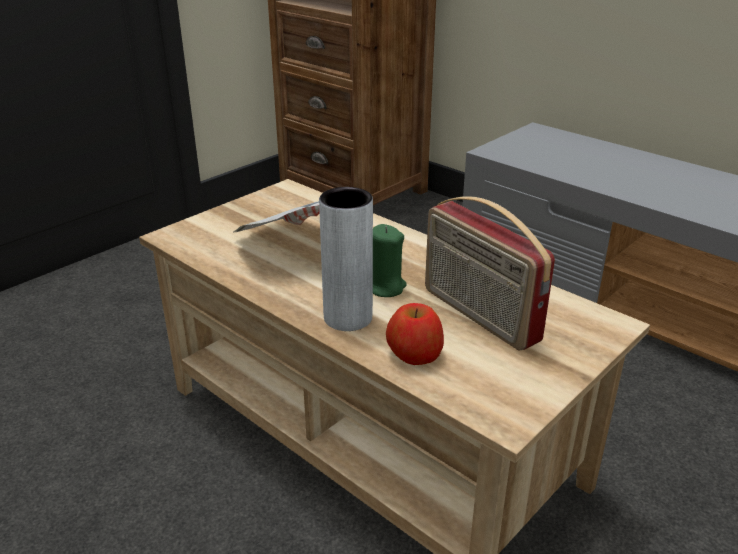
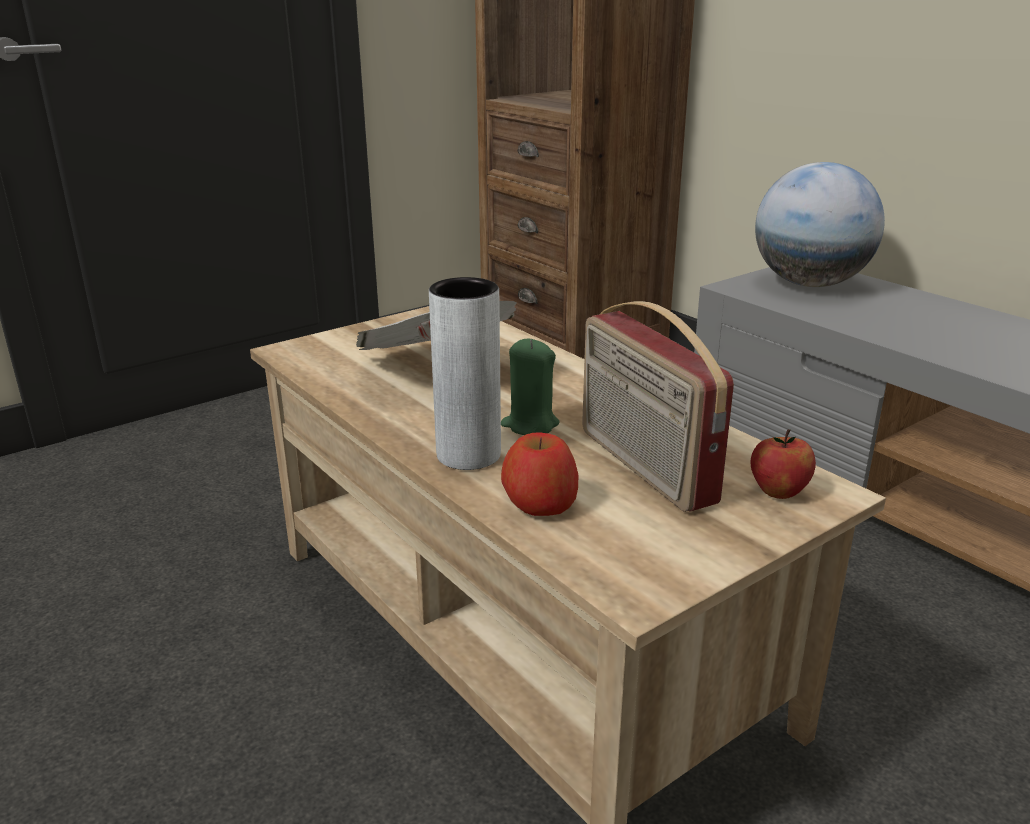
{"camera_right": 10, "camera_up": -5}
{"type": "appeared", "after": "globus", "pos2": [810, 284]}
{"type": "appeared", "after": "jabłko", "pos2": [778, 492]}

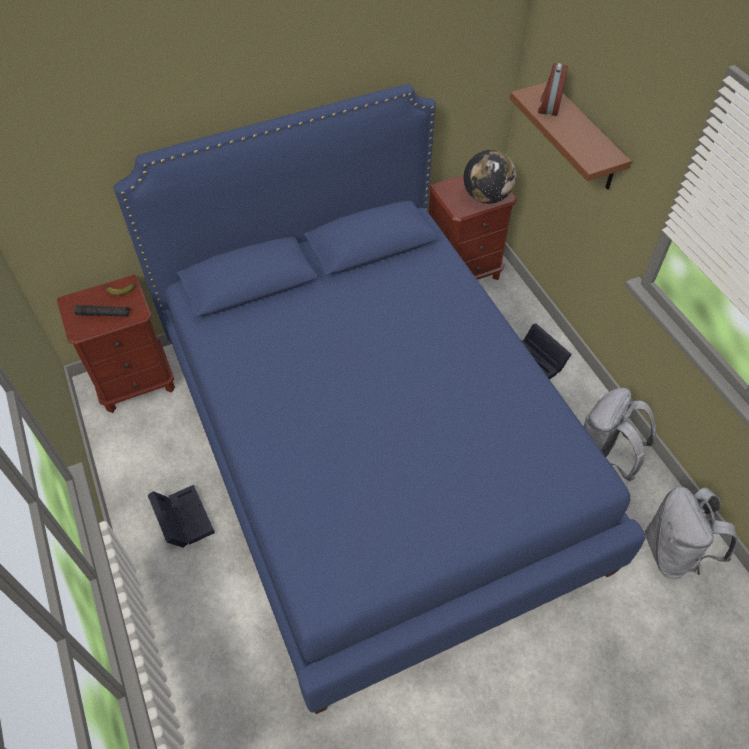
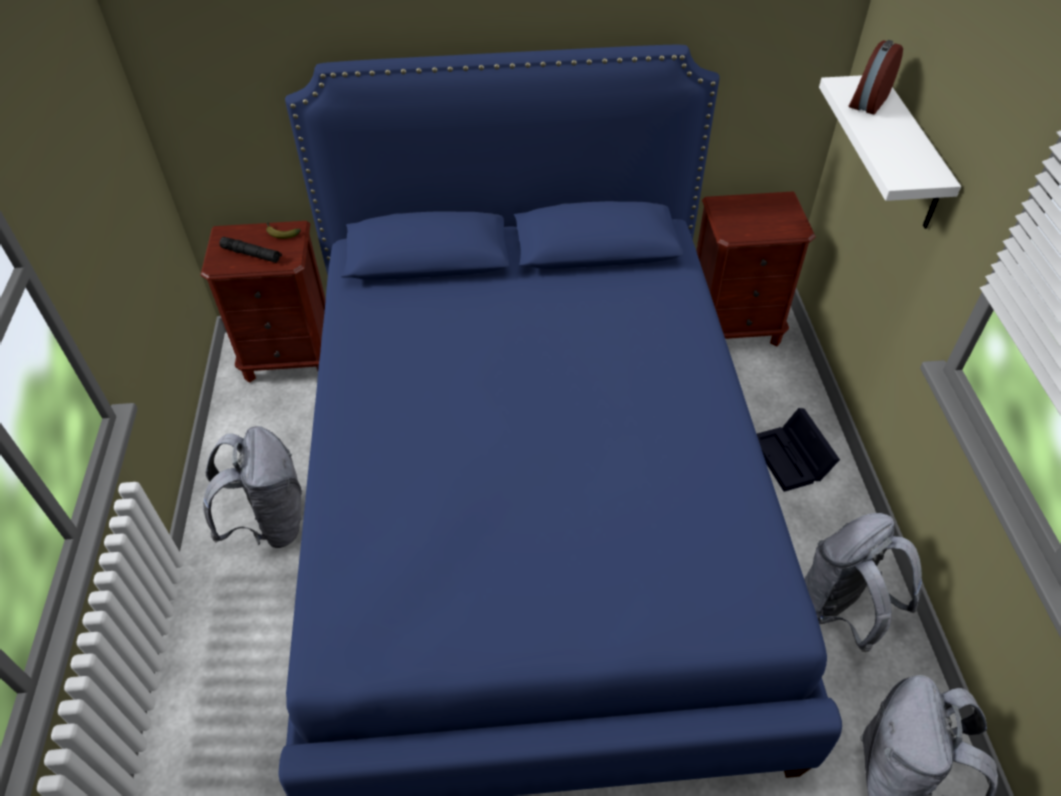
{"camera_right": 20, "camera_up": -5}
{"type": "colour", "before": "półka/brązowy", "after": "półka/biały", "pos1": [584, 138], "pos2": [909, 155]}
{"type": "missing", "before": "globus", "pos1": [486, 197]}
{"type": "exchanged", "before": "pojemnik do przechowywania/czarny", "after": "plecak/szary", "pos1": [182, 518], "pos2": [270, 523]}

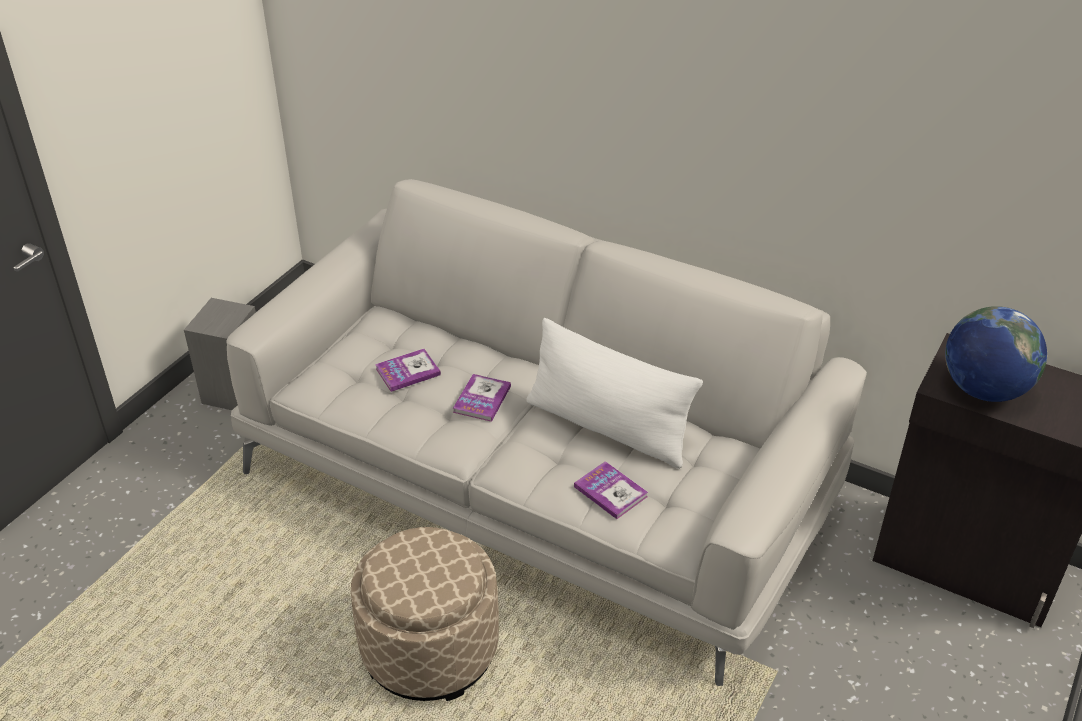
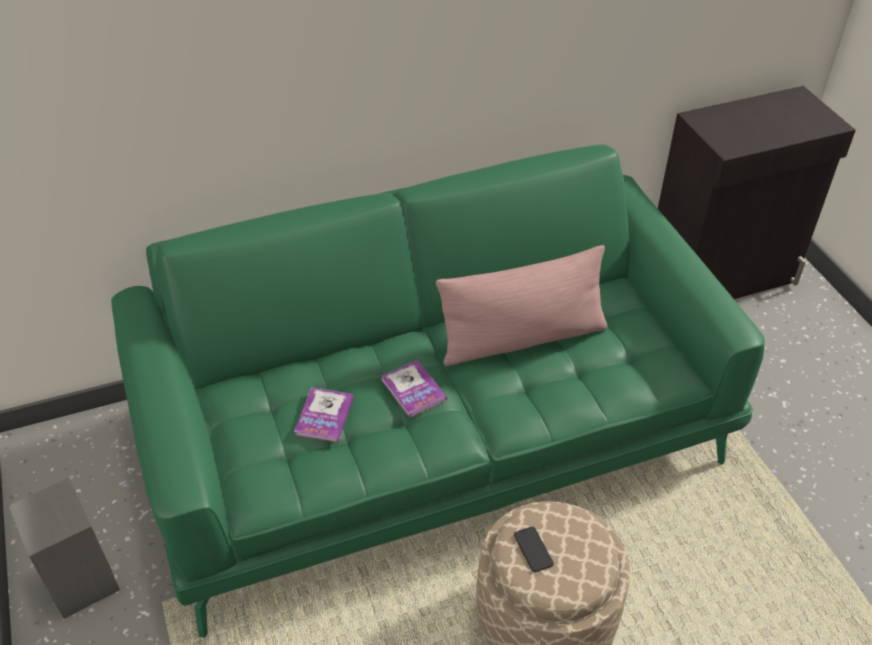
{"camera_right": -50, "camera_up": 5}
{"type": "colour", "before": "kanapa/biały", "after": "kanapa/zielony", "pos1": [540, 480], "pos2": [436, 432]}
{"type": "missing", "before": "globus", "pos1": [983, 389]}
{"type": "colour", "before": "poduszka/biały", "after": "poduszka/różowy", "pos1": [607, 427], "pos2": [522, 339]}
{"type": "missing", "before": "książka", "pos1": [610, 491]}
{"type": "appeared", "after": "telefon", "pos2": [533, 549]}

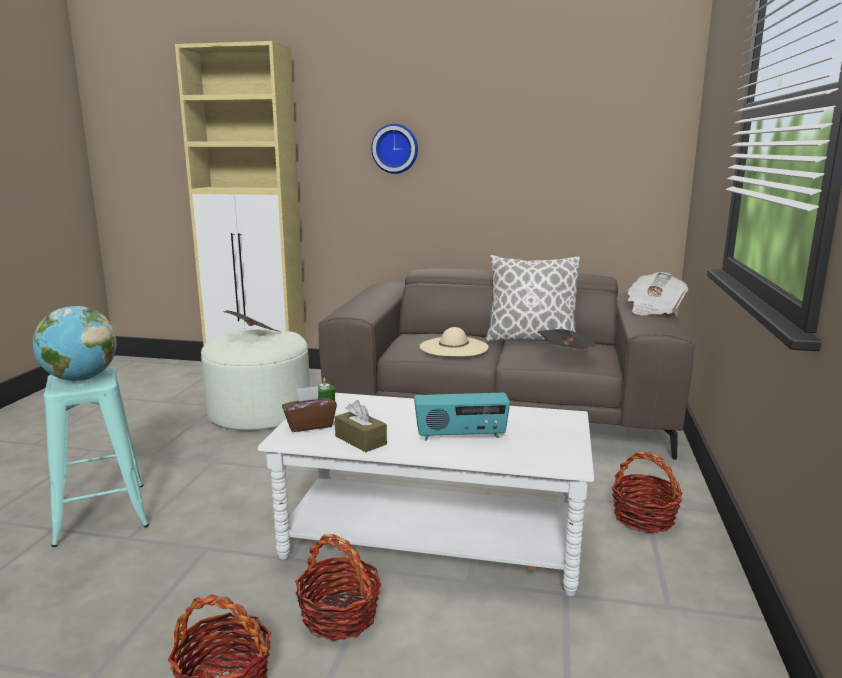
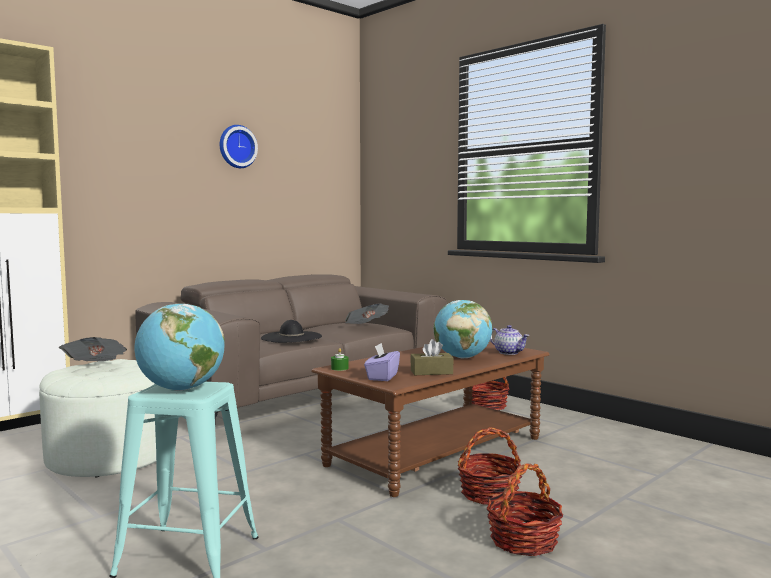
{"camera_right": -55, "camera_up": -10}
{"type": "relocated", "before": "zegar ścienny", "pos1": [395, 148], "pos2": [236, 147]}
{"type": "missing", "before": "poduszka", "pos1": [530, 340]}
{"type": "missing", "before": "gazeta", "pos1": [653, 310]}
{"type": "colour", "before": "kapelusz/beżowy", "after": "kapelusz/czarny", "pos1": [454, 347], "pos2": [291, 337]}
{"type": "colour", "before": "pudełko chusteczek/brązowy", "after": "pudełko chusteczek/fioletowy", "pos1": [309, 425], "pos2": [382, 377]}
{"type": "colour", "before": "ława/biały", "after": "ława/brązowy", "pos1": [433, 539], "pos2": [437, 451]}
{"type": "exchanged", "before": "radio", "after": "globus", "pos1": [461, 436], "pos2": [462, 357]}
{"type": "appeared", "after": "imbryk", "pos2": [509, 352]}

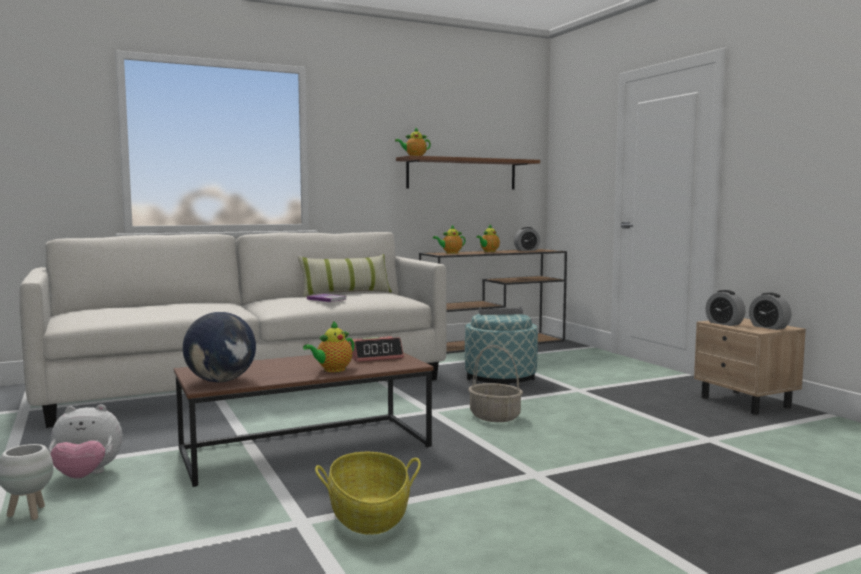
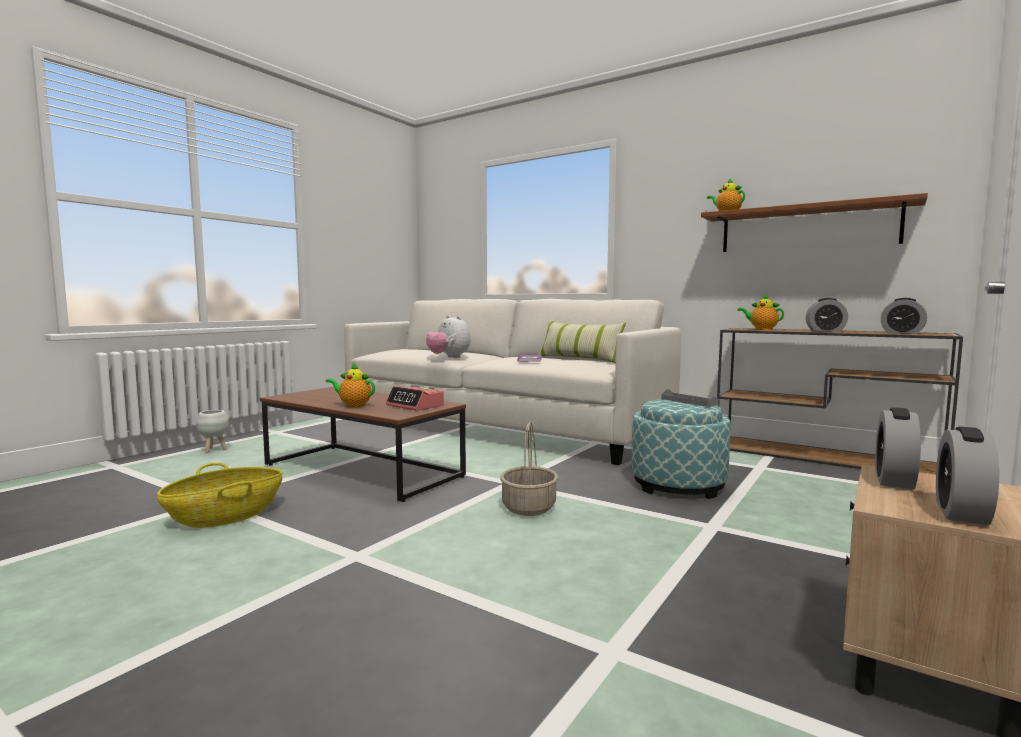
{"camera_right": 60, "camera_up": 0}
{"type": "exchanged", "before": "imbryk", "after": "budzik", "pos1": [488, 251], "pos2": [825, 331]}
{"type": "missing", "before": "globus", "pos1": [221, 381]}
{"type": "relocated", "before": "pluszak", "pos1": [86, 476], "pos2": [449, 357]}

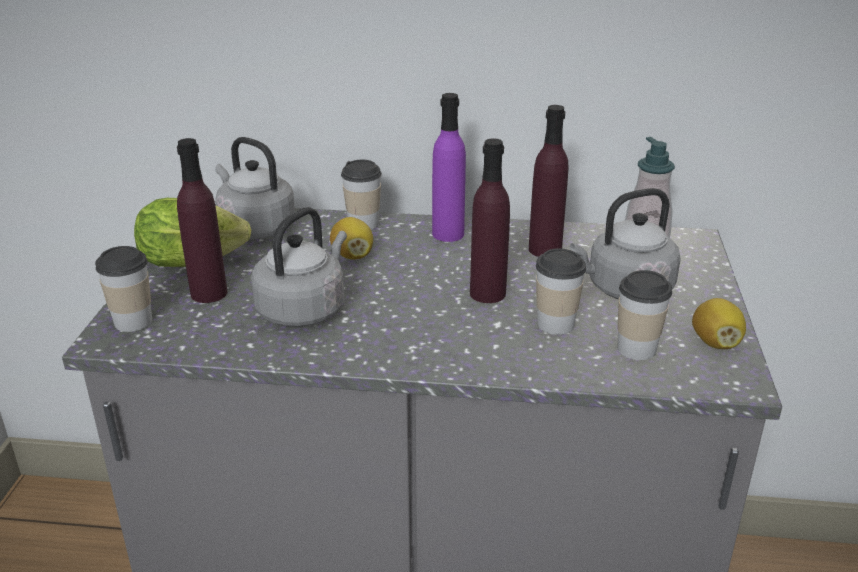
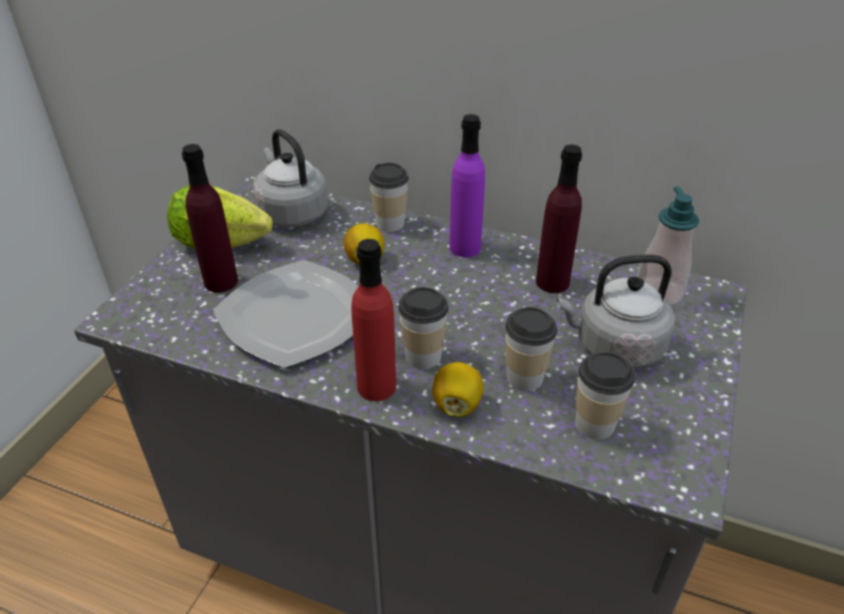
{"camera_right": 15, "camera_up": 10}
{"type": "missing", "before": "butelka/fioletowy", "pos1": [487, 293]}
{"type": "exchanged", "before": "czajnik/szary", "after": "talerz", "pos1": [304, 309], "pos2": [295, 315]}
{"type": "relocated", "before": "filiżanka", "pos1": [133, 321], "pos2": [423, 356]}
{"type": "relocated", "before": "cytryna", "pos1": [715, 343], "pos2": [457, 404]}
{"type": "appeared", "after": "butelka/czerwony", "pos2": [376, 386]}

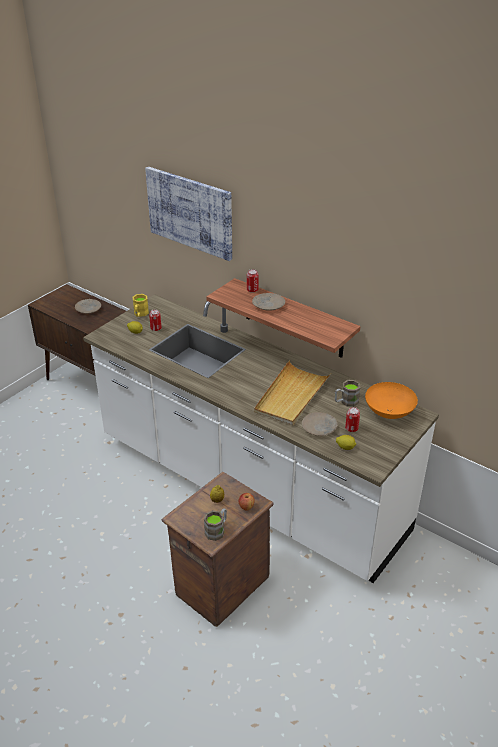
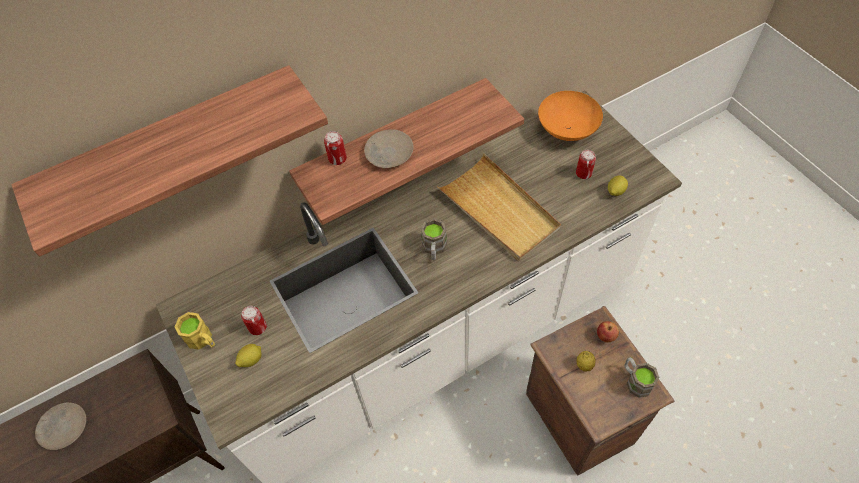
{"camera_right": -65, "camera_up": 20}
{"type": "exchanged", "before": "obraz", "after": "półka", "pos1": [190, 212], "pos2": [172, 148]}
{"type": "relocated", "before": "kubek/brązowy", "pos1": [346, 402], "pos2": [434, 249]}
{"type": "missing", "before": "talerz/beżowy", "pos1": [319, 427]}

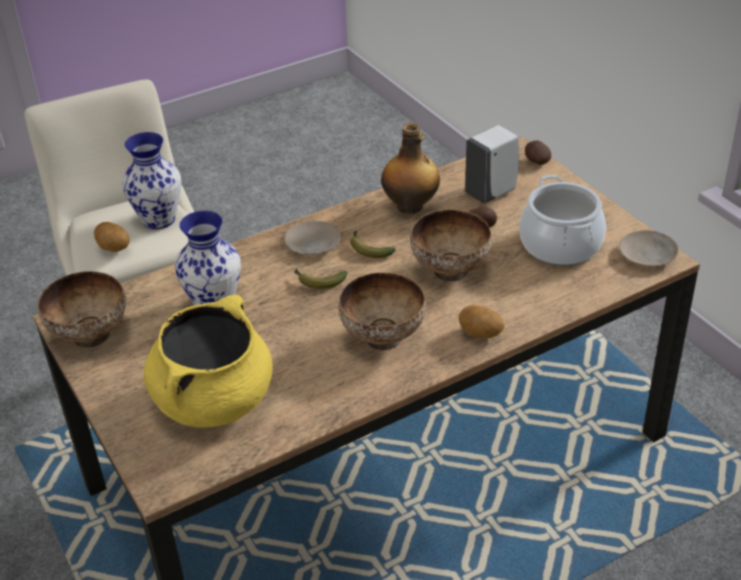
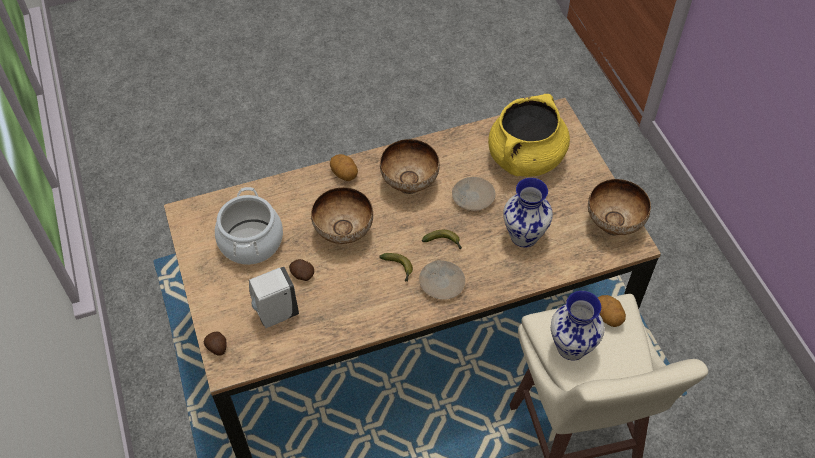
{"camera_right": -170, "camera_up": 15}
{"type": "missing", "before": "butelka", "pos1": [411, 206]}
{"type": "relocated", "before": "talerz/beżowy", "pos1": [648, 255], "pos2": [472, 197]}

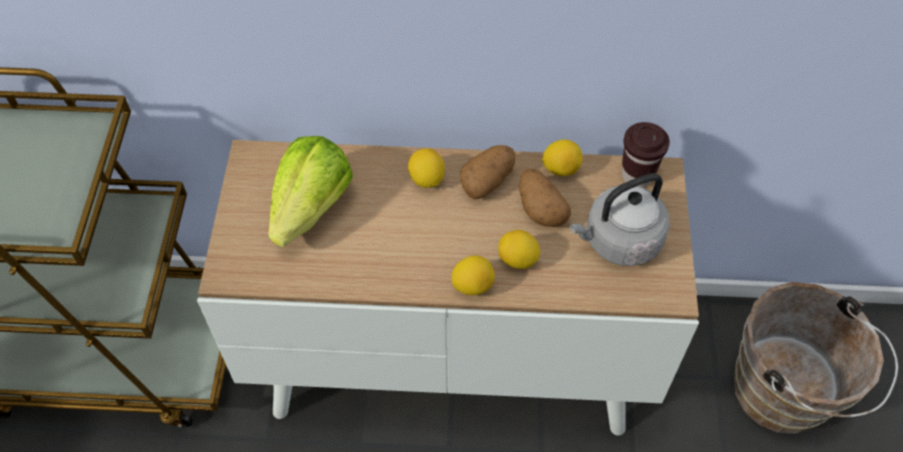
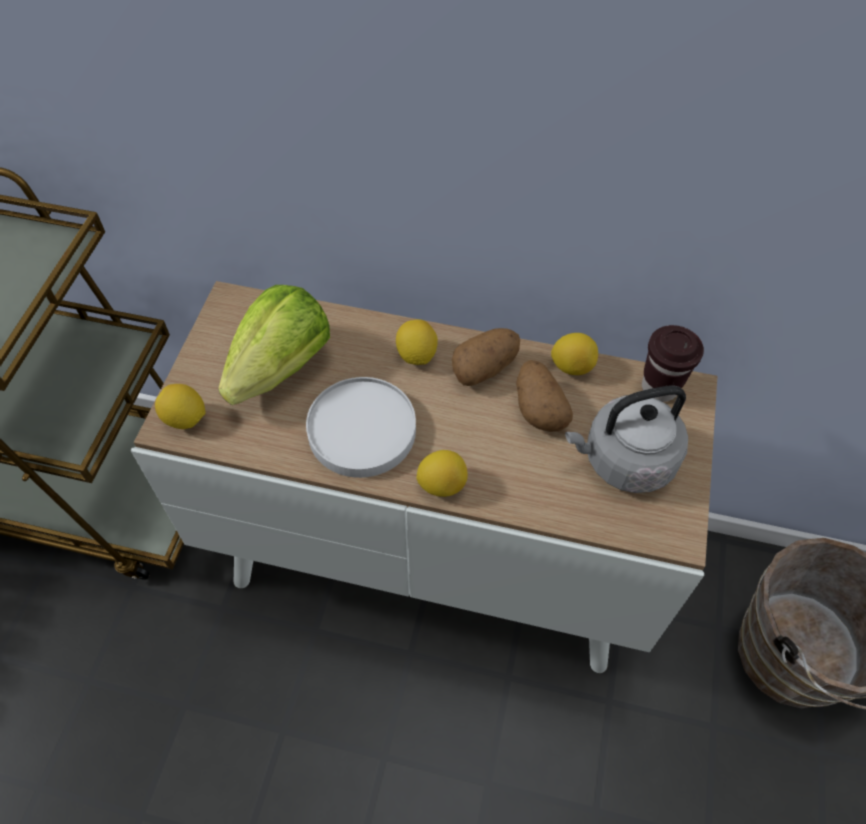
{"camera_right": 10, "camera_up": 0}
{"type": "relocated", "before": "cytryna", "pos1": [517, 260], "pos2": [185, 419]}
{"type": "appeared", "after": "talerz/biały", "pos2": [361, 430]}

